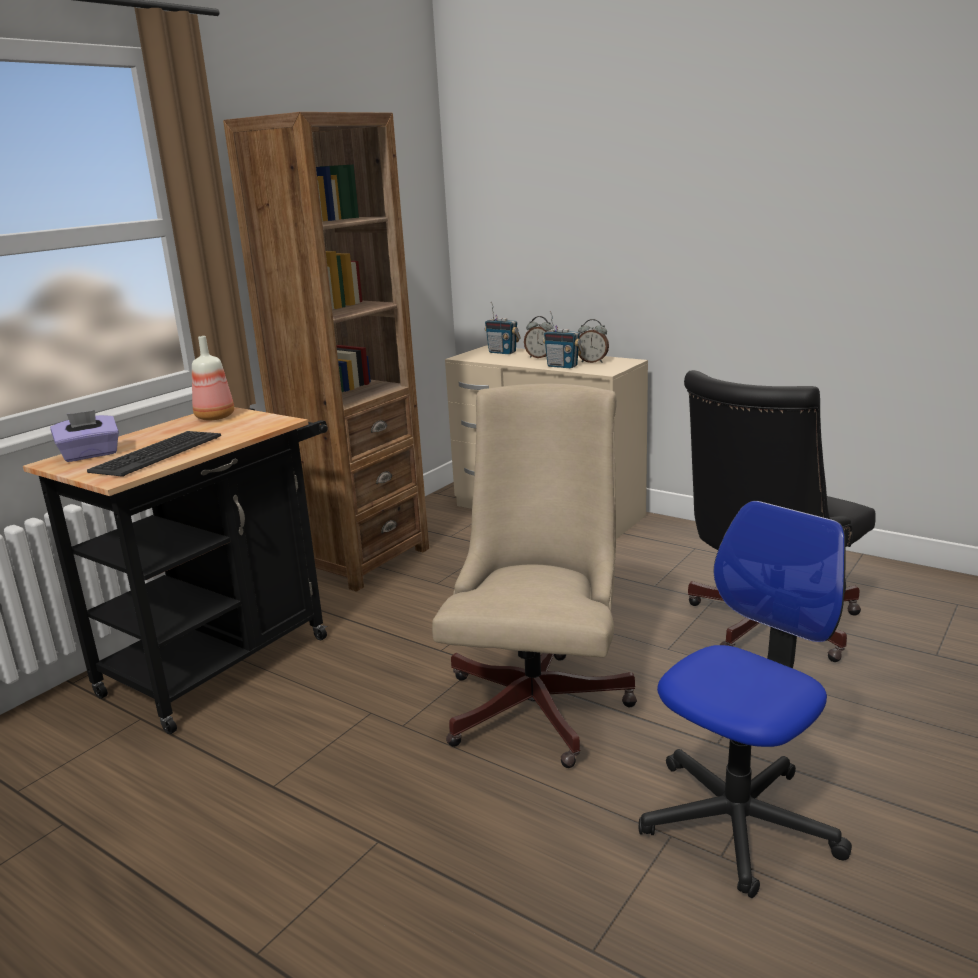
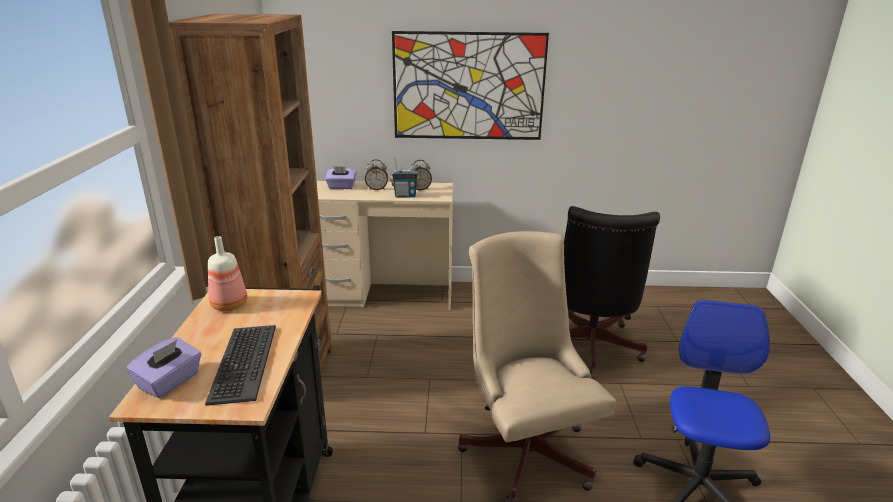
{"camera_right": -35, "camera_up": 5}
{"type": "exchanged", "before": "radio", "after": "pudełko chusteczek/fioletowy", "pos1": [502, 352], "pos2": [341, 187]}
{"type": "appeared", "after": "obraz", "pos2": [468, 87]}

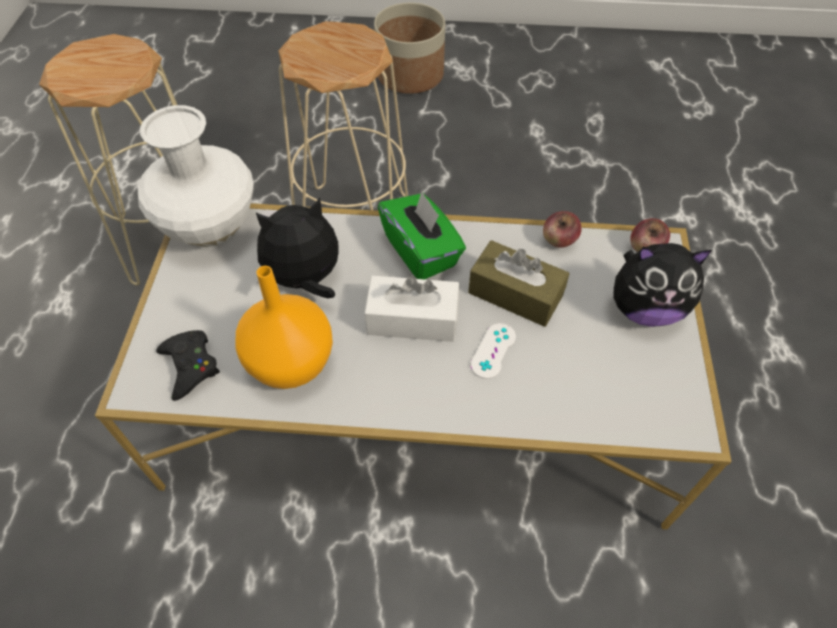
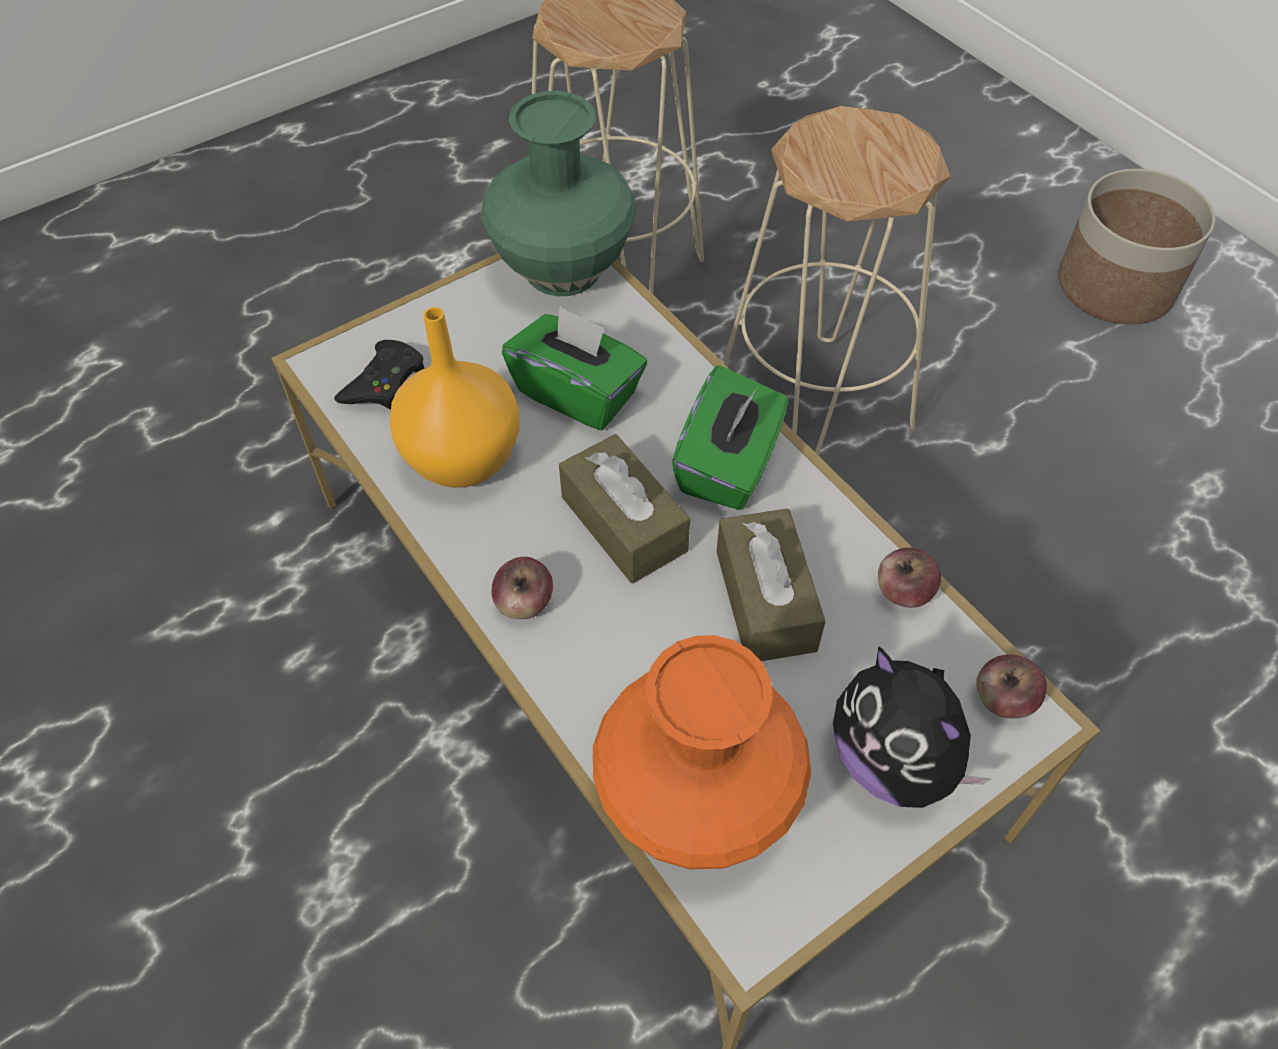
{"camera_right": 50, "camera_up": 0}
{"type": "colour", "before": "wazon/biały", "after": "wazon/zielony", "pos1": [210, 230], "pos2": [561, 270]}
{"type": "exchanged", "before": "pluszak", "after": "pudełko chusteczek/zielony", "pos1": [305, 280], "pos2": [578, 393]}
{"type": "colour", "before": "pudełko chusteczek/biały", "after": "pudełko chusteczek/brązowy", "pos1": [412, 319], "pos2": [624, 524]}
{"type": "missing", "before": "pad do gier/biały", "pos1": [493, 351]}
{"type": "appeared", "after": "jabłko", "pos2": [524, 603]}
{"type": "appeared", "after": "wazon/pomarańczowy", "pos2": [695, 805]}

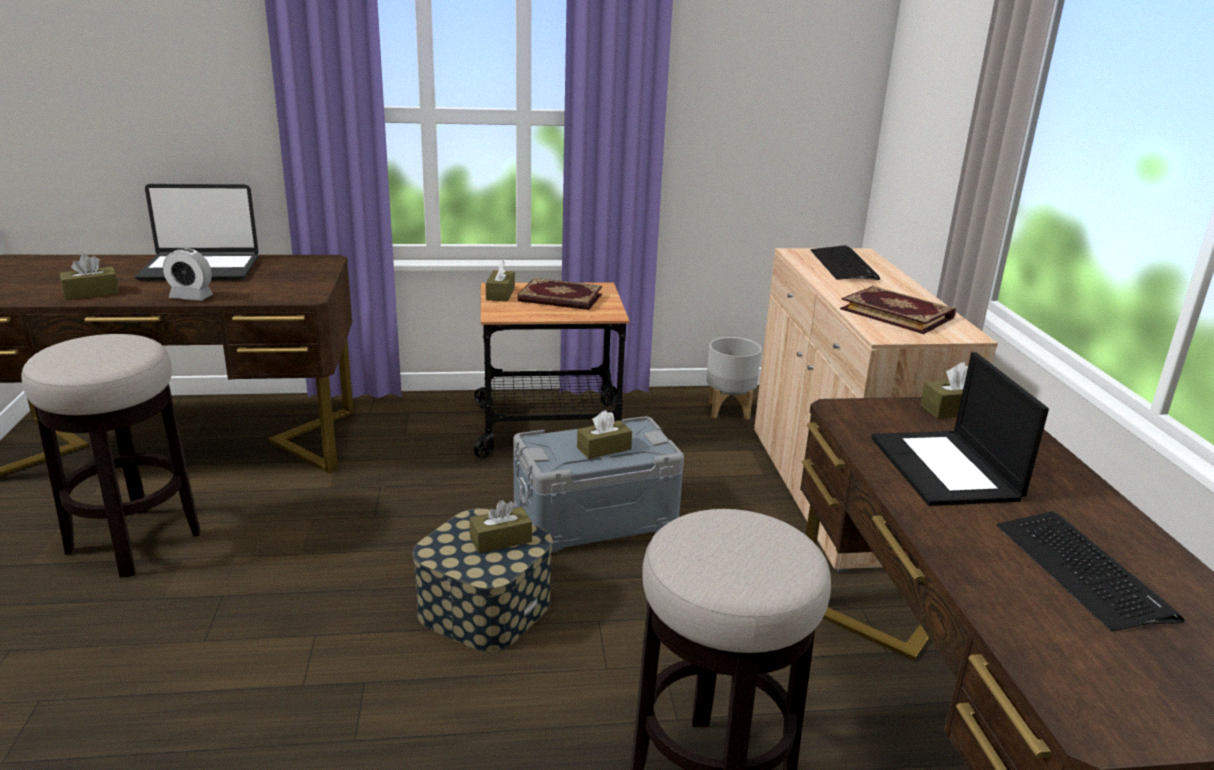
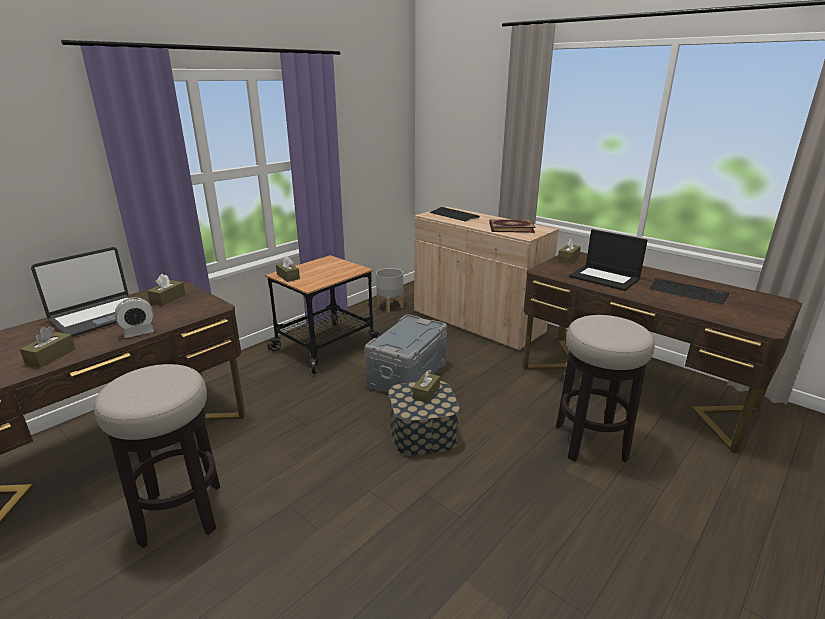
{"camera_right": -40, "camera_up": 0}
{"type": "missing", "before": "książka", "pos1": [560, 298]}
{"type": "relocated", "before": "pudełko chusteczek/brązowy", "pos1": [604, 448], "pos2": [168, 298]}

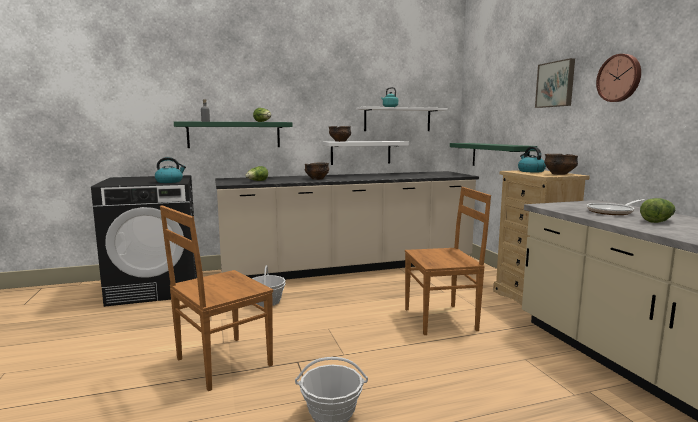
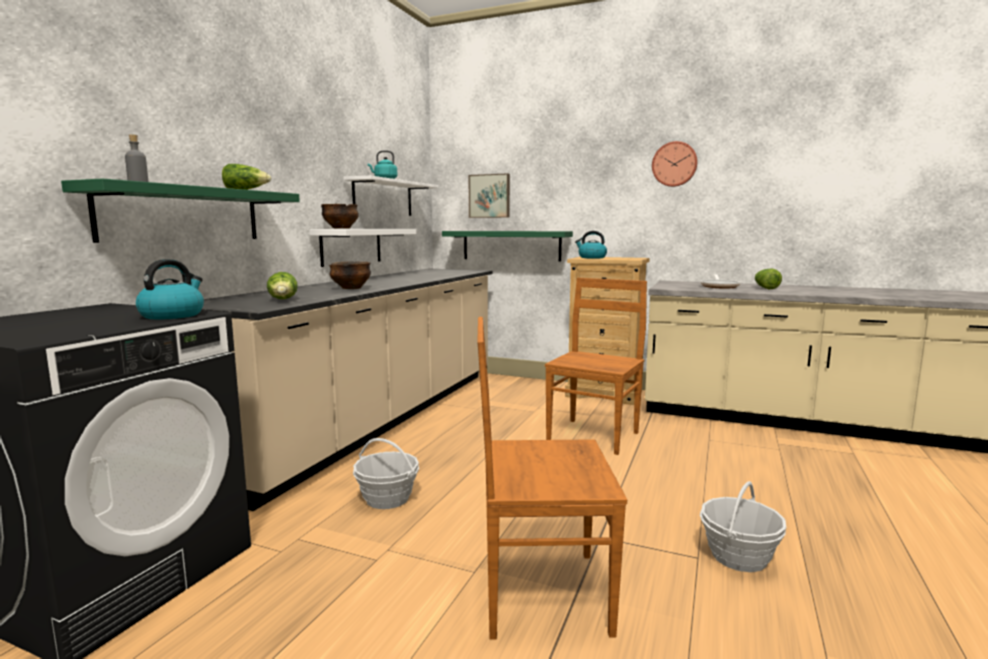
{"camera_right": -50, "camera_up": 0}
{"type": "relocated", "before": "obraz", "pos1": [556, 84], "pos2": [489, 196]}
{"type": "missing", "before": "miska", "pos1": [559, 174]}
{"type": "spun", "before": "krzesło/brązowy", "pos1": [221, 363], "pos2": [539, 592], "turn": 90}

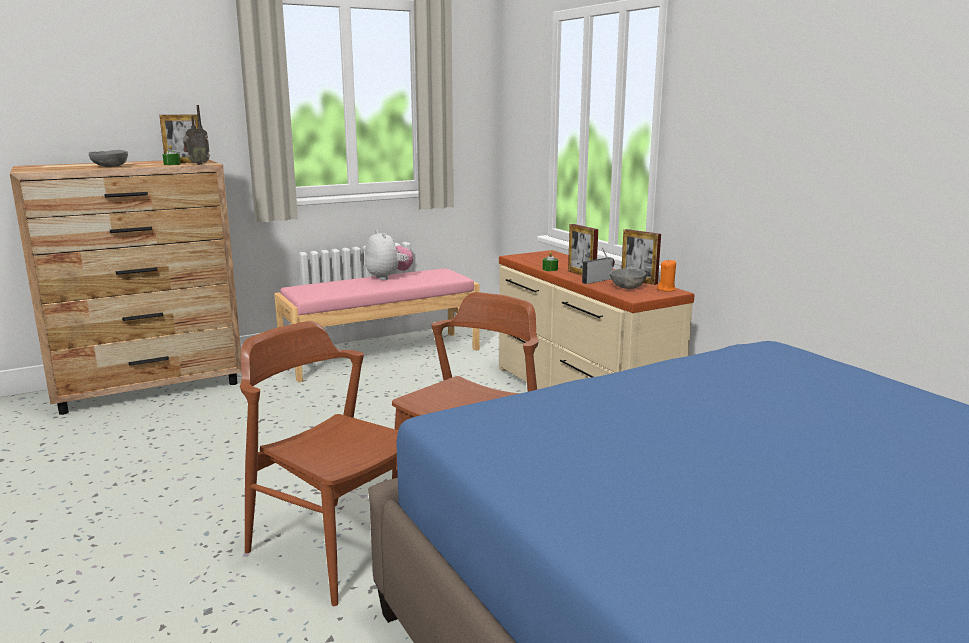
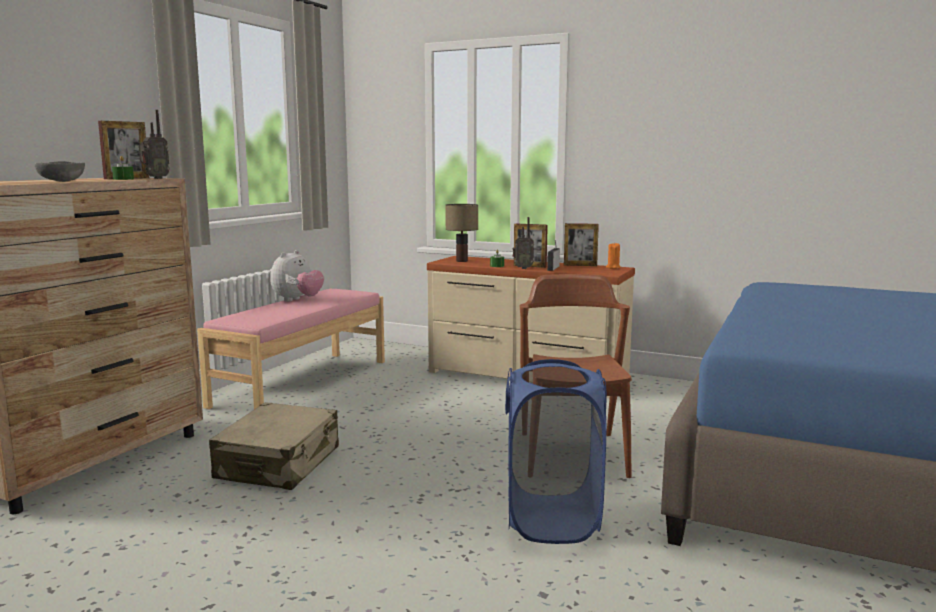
{"camera_right": -35, "camera_up": -5}
{"type": "spun", "before": "pluszak", "pos1": [388, 277], "pos2": [297, 300], "turn": 90}
{"type": "missing", "before": "miska/szary", "pos1": [627, 287]}
{"type": "exchanged", "before": "krzesło/brązowy", "after": "kosz na pranie/niebieski", "pos1": [334, 548], "pos2": [551, 519]}
{"type": "appeared", "after": "lampa stołowa", "pos2": [461, 261]}
{"type": "appeared", "after": "radio", "pos2": [523, 268]}
{"type": "appeared", "after": "walizka/beżowy", "pos2": [279, 463]}

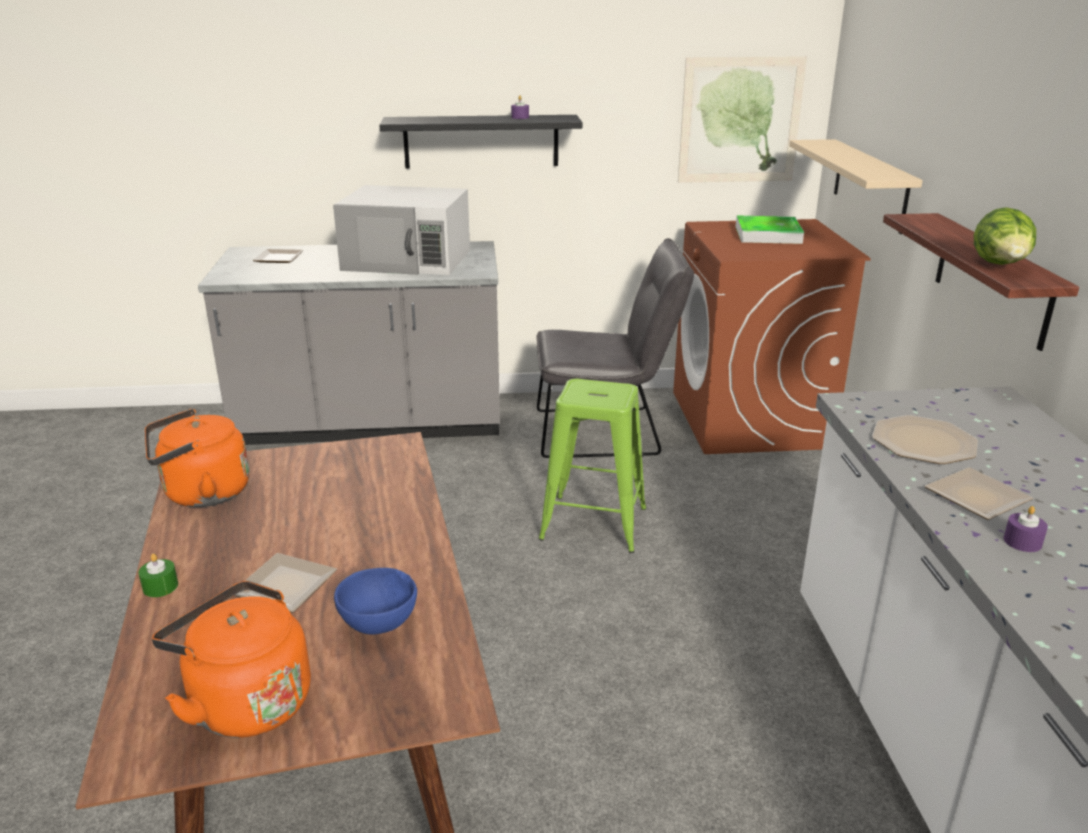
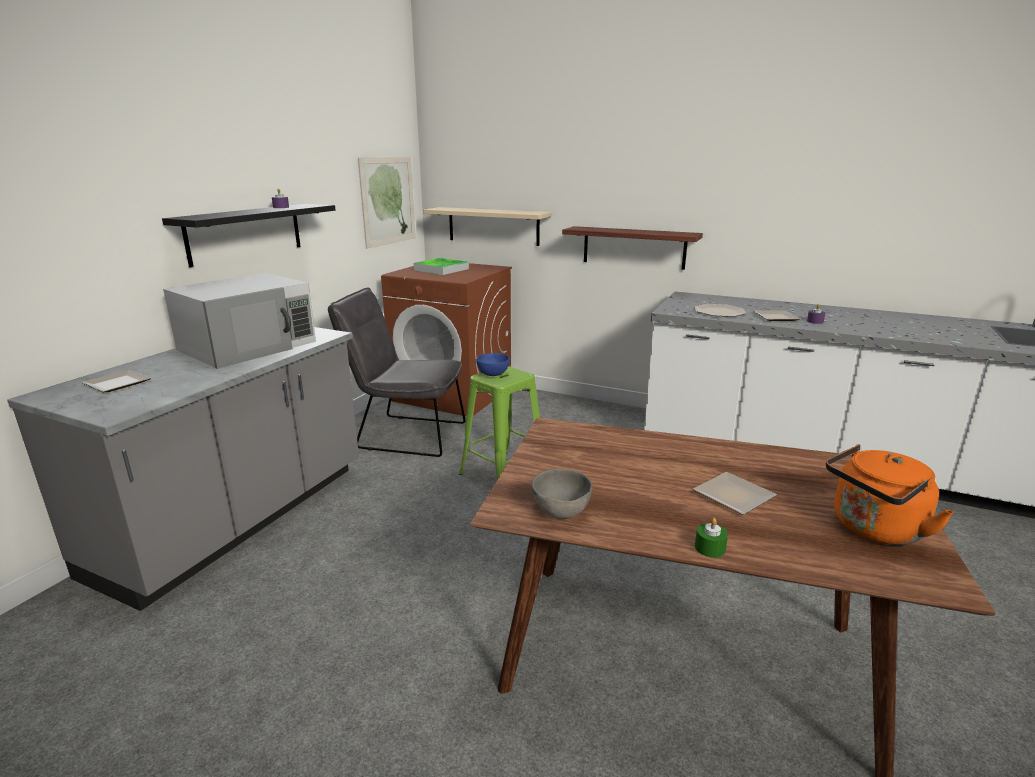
{"camera_right": -60, "camera_up": -5}
{"type": "missing", "before": "sałata", "pos1": [1000, 266]}
{"type": "spun", "before": "krzesło/szary", "pos1": [607, 432], "pos2": [405, 434], "turn": -105}
{"type": "exchanged", "before": "czajnik/pomarańczowy", "after": "miska/szary", "pos1": [202, 494], "pos2": [560, 512]}
{"type": "relocated", "before": "miska/niebieski", "pos1": [380, 624], "pos2": [493, 374]}

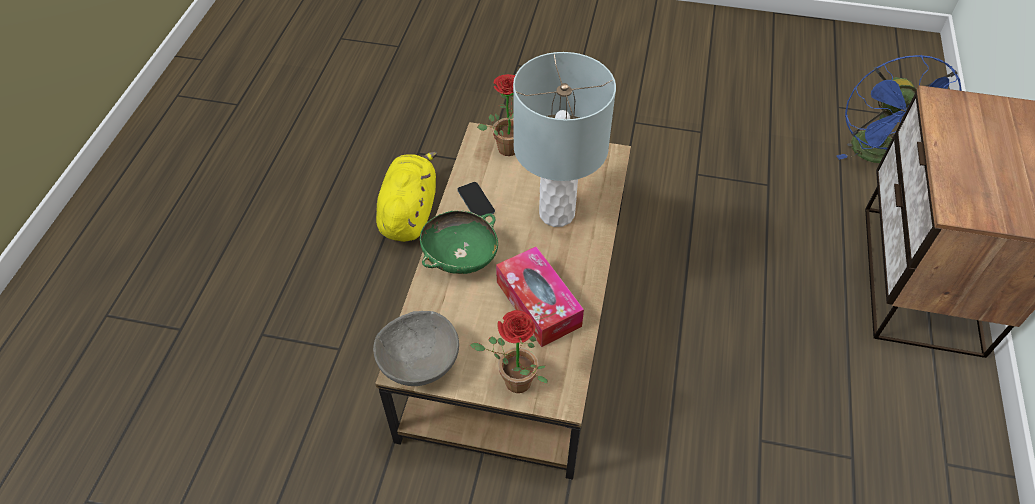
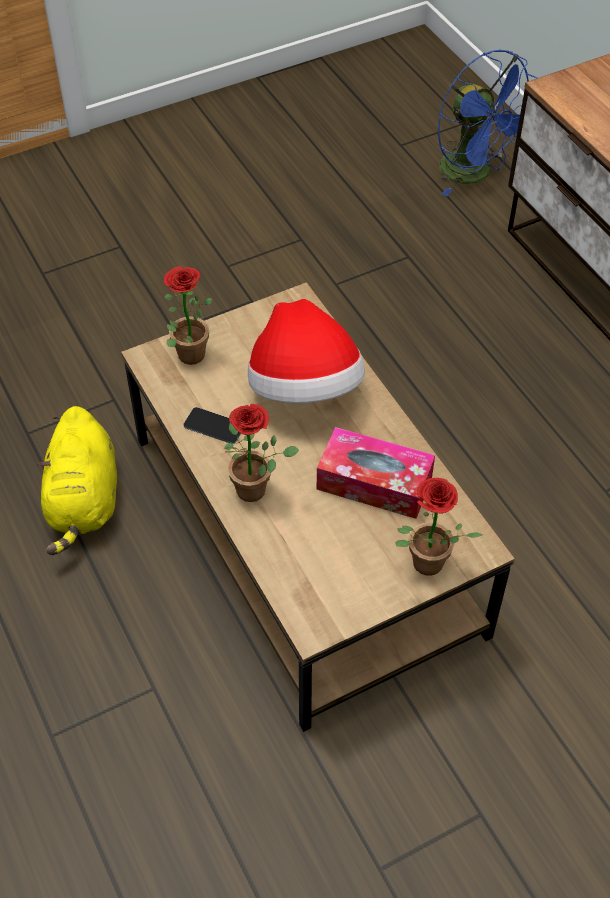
{"camera_right": -40, "camera_up": 0}
{"type": "exchanged", "before": "lampa stołowa/szary", "after": "kapelusz", "pos1": [557, 213], "pos2": [305, 388]}
{"type": "spun", "before": "pluszak/żółty", "pos1": [409, 212], "pos2": [84, 501], "turn": -150}
{"type": "exchanged", "before": "miska/zielony", "after": "roślina doniczkowa", "pos1": [460, 257], "pos2": [257, 489]}
{"type": "missing", "before": "miska/szary", "pos1": [418, 363]}

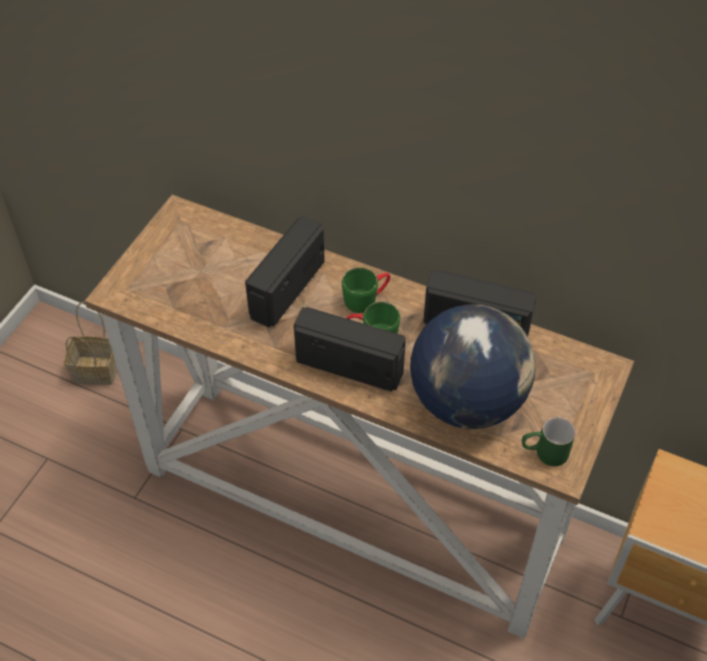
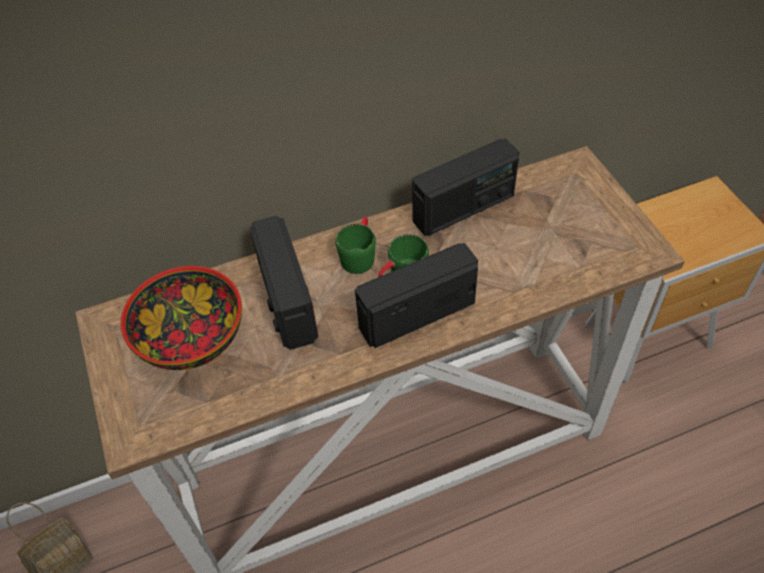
{"camera_right": -45, "camera_up": 0}
{"type": "missing", "before": "globus", "pos1": [467, 400]}
{"type": "missing", "before": "kubek/zielony", "pos1": [544, 452]}
{"type": "appeared", "after": "miska", "pos2": [190, 338]}

